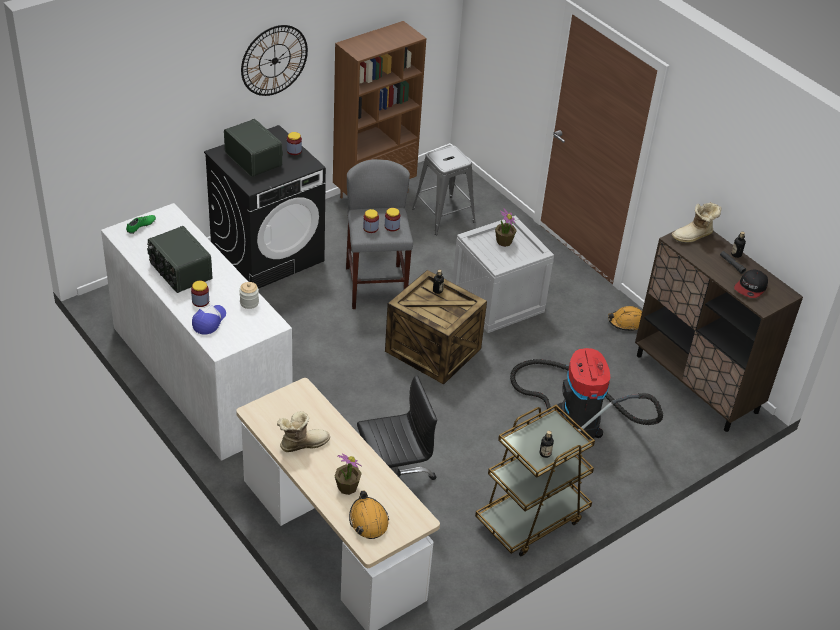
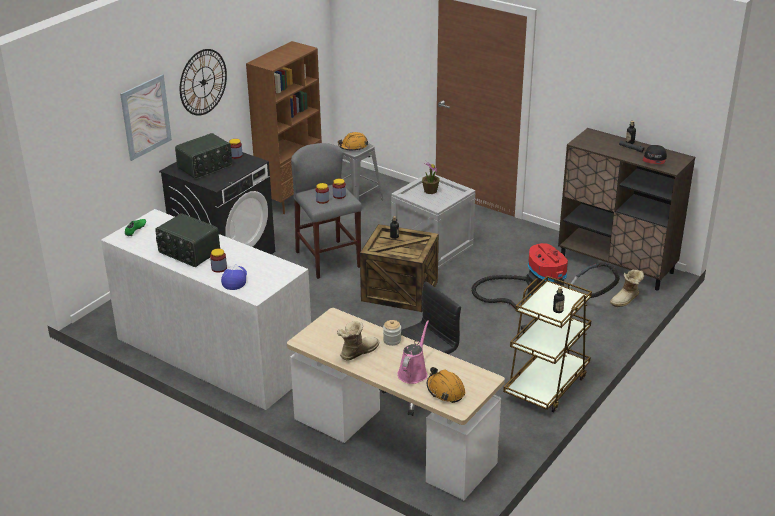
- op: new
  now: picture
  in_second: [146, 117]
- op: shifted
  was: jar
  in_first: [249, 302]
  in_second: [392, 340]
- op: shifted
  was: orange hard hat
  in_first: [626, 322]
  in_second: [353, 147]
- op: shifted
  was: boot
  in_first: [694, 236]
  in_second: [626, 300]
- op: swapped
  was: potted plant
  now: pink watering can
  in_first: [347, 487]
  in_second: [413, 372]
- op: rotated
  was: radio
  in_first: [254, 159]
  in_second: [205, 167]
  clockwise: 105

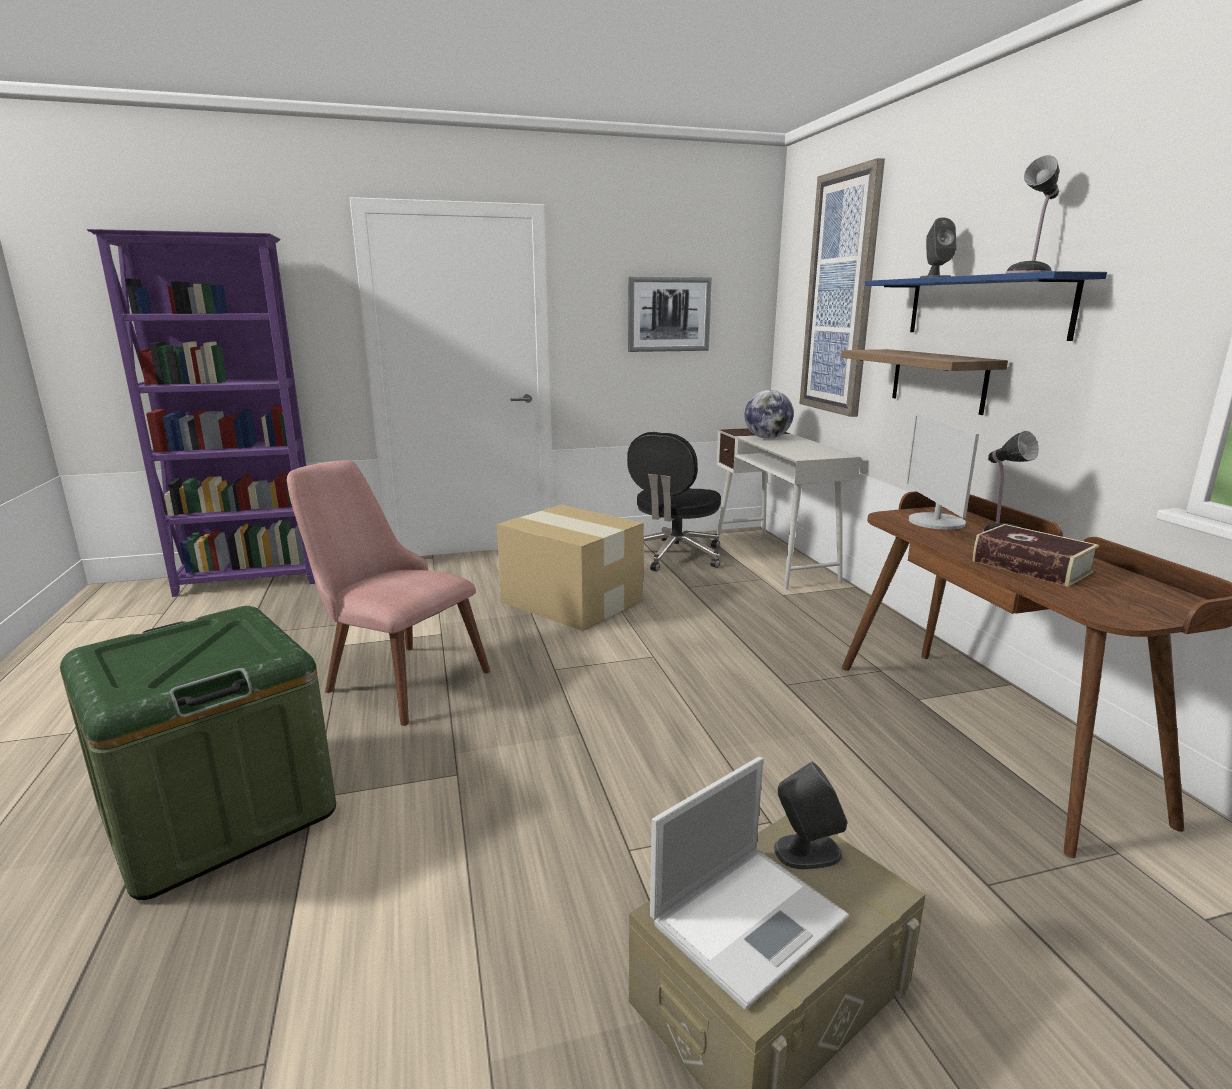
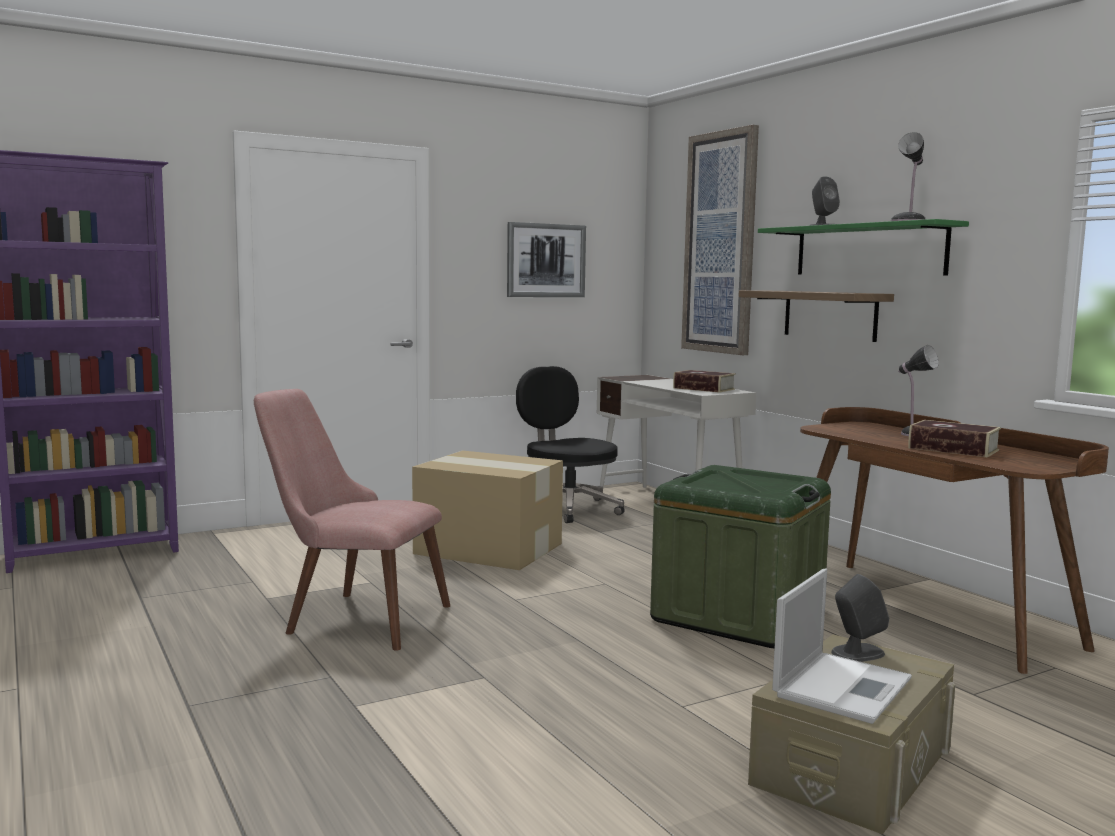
- op: gone
  was: globe
  in_first: [767, 438]
- op: gone
  was: monitor
  in_first: [935, 522]
- op: new
  now: book
  in_second: [704, 389]
- op: shifted
  was: green storage box
  in_first: [219, 811]
  in_second: [738, 615]
- op: repainted
  was: blue shelf
  now: green shelf
  in_first: [985, 307]
  in_second: [868, 250]
- op: rotated
  was: black office chair
  in_first: [674, 556]
  in_second: [567, 508]
  clockwise: 135

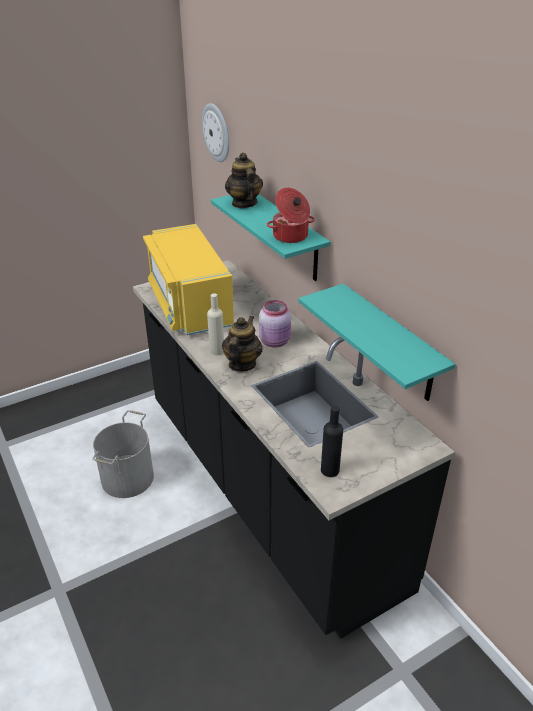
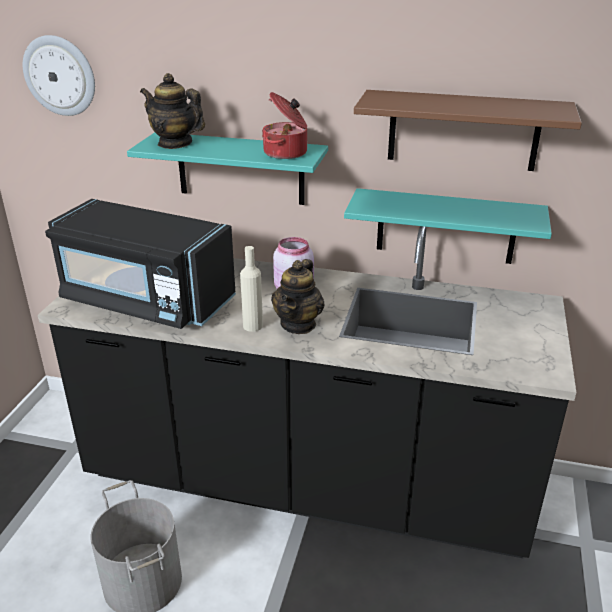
- op: gone
  was: black bottle
  in_first: [330, 470]
- op: new
  now: brown shelf
  in_second: [463, 130]
- op: repainted
  was: yellow microwave
  now: black microwave
  in_first: [189, 304]
  in_second: [145, 300]
- op: rotated
  was: teapot
  in_first: [241, 364]
  in_second: [298, 324]
  clockwise: -135

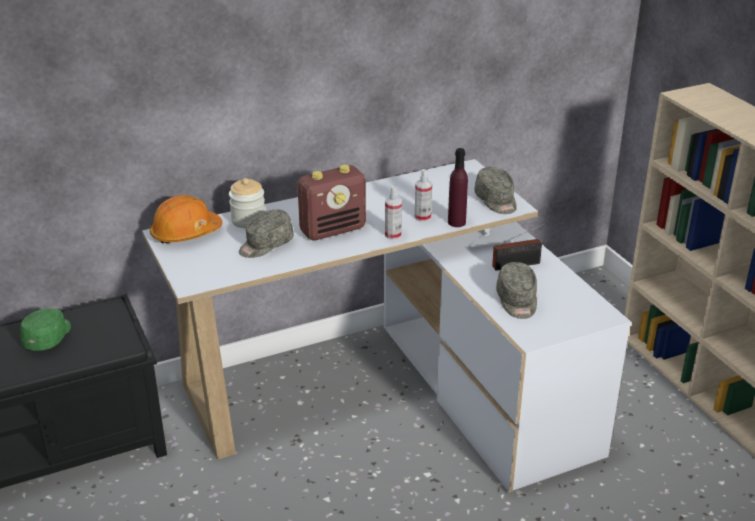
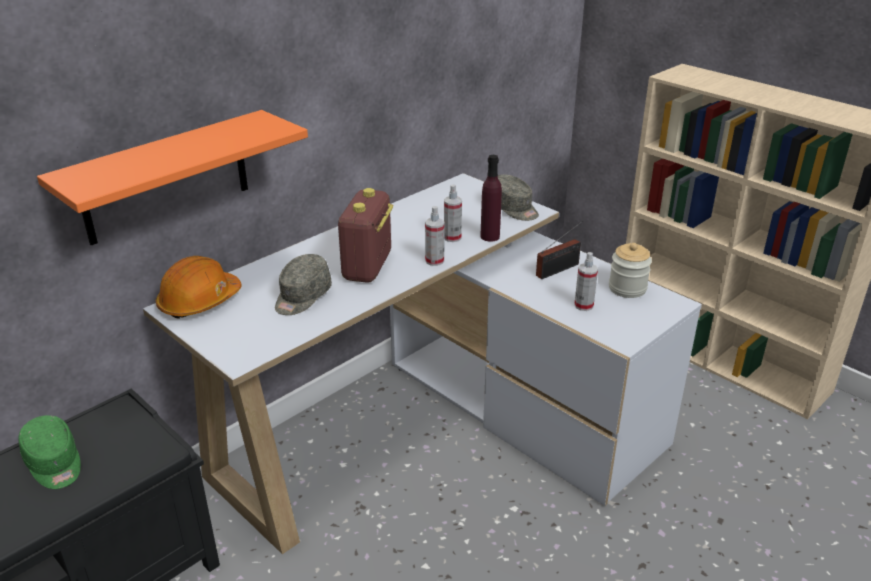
- op: new
  now: orange shelf
  in_second: [166, 178]
- op: shifted
  was: jar
  in_first: [248, 220]
  in_second: [627, 288]
- op: swapped
  was: grey cap
  now: spray bottle
  in_first: [517, 301]
  in_second: [583, 305]
- op: rotated
  was: green cap
  in_first: [49, 337]
  in_second: [54, 464]
  clockwise: 150
- op: rotated
  was: radio
  in_first: [333, 230]
  in_second: [367, 267]
  clockwise: 150

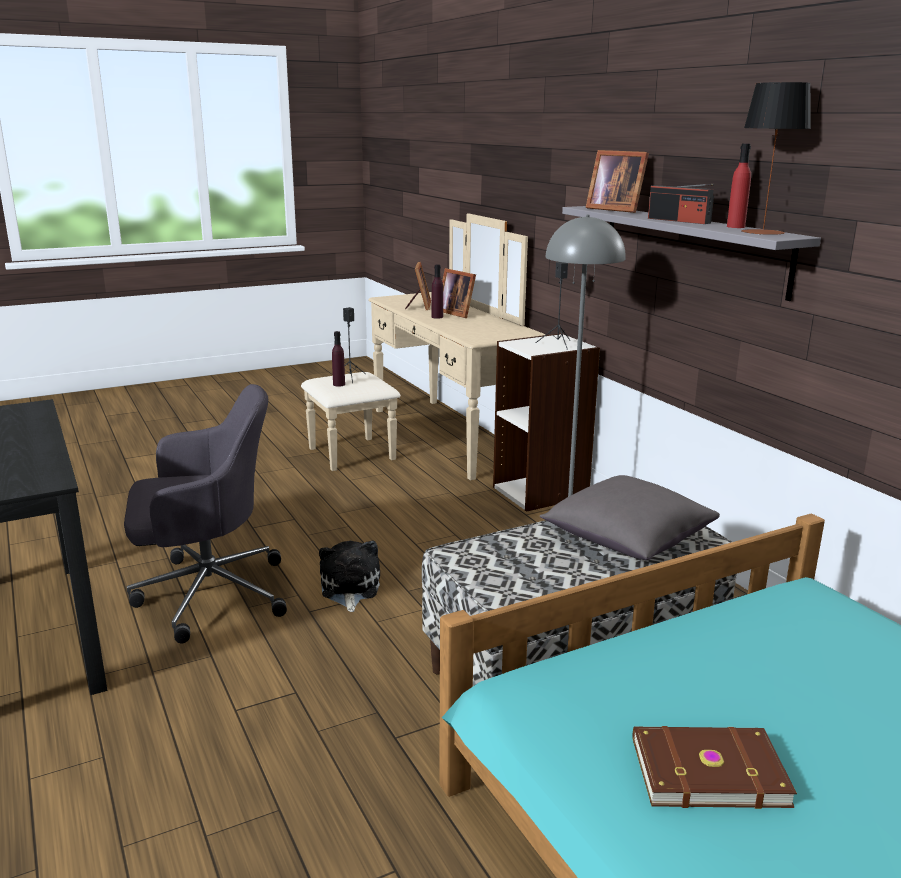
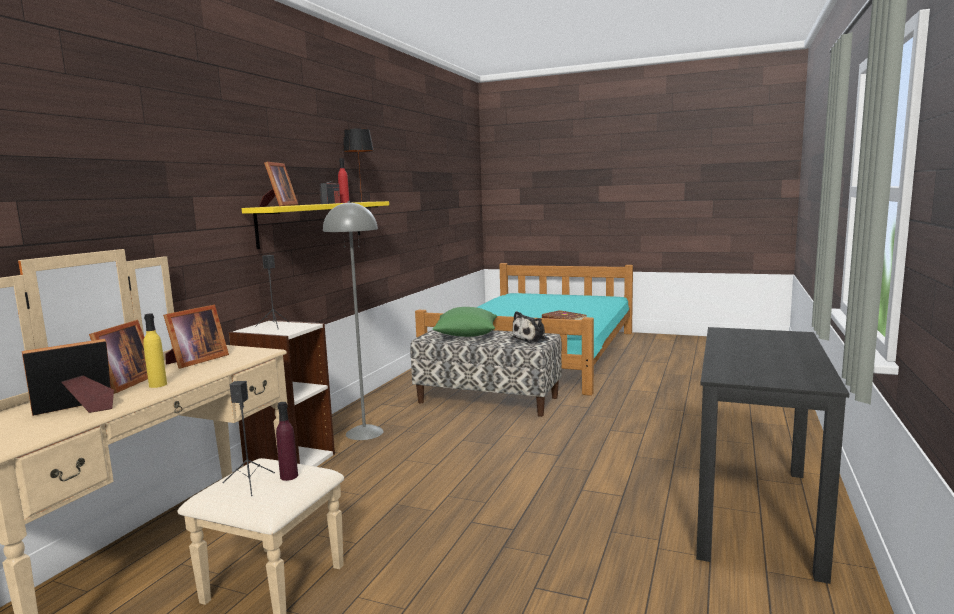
- op: gone
  was: grey office chair
  in_first: [208, 594]
- op: new
  now: picture frame
  in_second: [195, 361]
- op: shifted
  was: plush toy
  in_first: [349, 589]
  in_second: [532, 339]
- op: repainted
  was: purple bottle
  now: yellow bottle
  in_first: [437, 317]
  in_second: [158, 385]
- op: repainted
  was: grey pillow
  now: green pillow
  in_first: [626, 540]
  in_second: [466, 335]
- op: repainted
  was: grey shelf
  now: yellow shelf
  in_first: [691, 248]
  in_second: [312, 223]

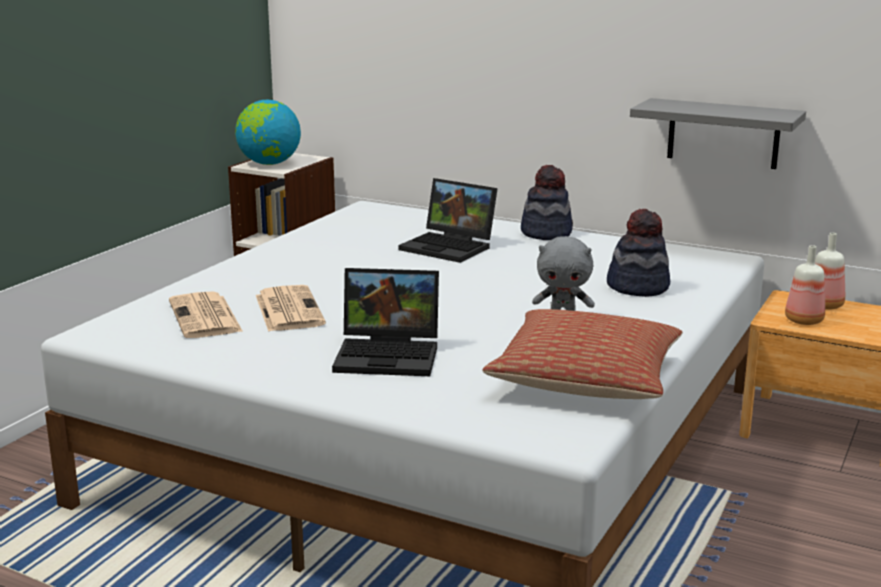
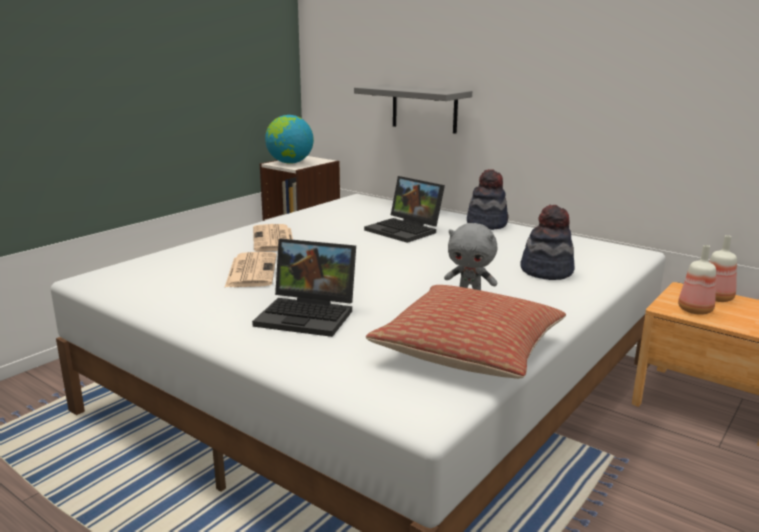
- op: shifted
  was: newspaper
  in_first: [206, 317]
  in_second: [274, 239]
- op: shifted
  was: grey shelf
  in_first: [723, 133]
  in_second: [424, 108]

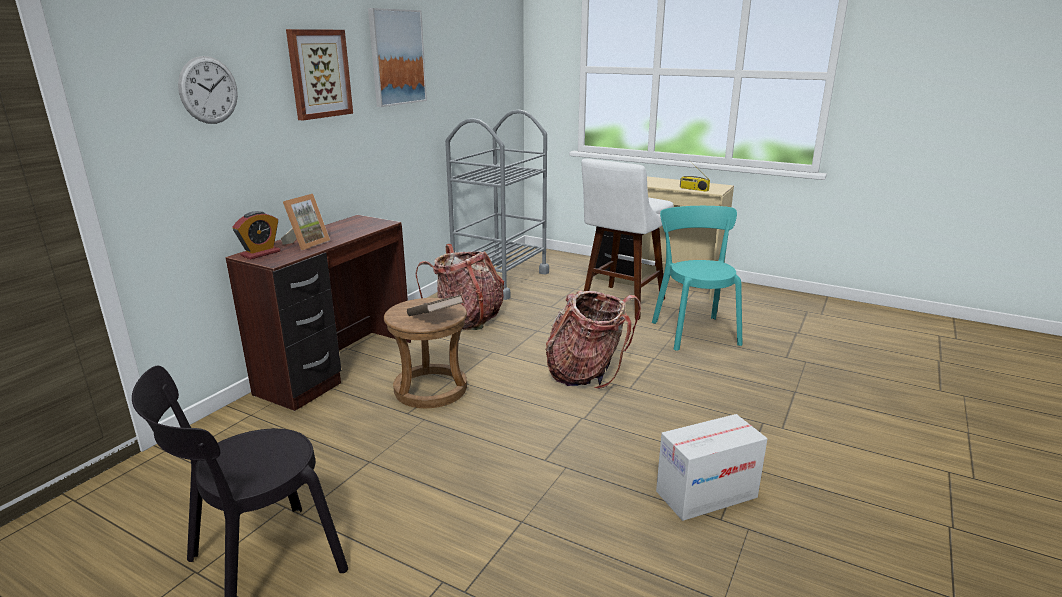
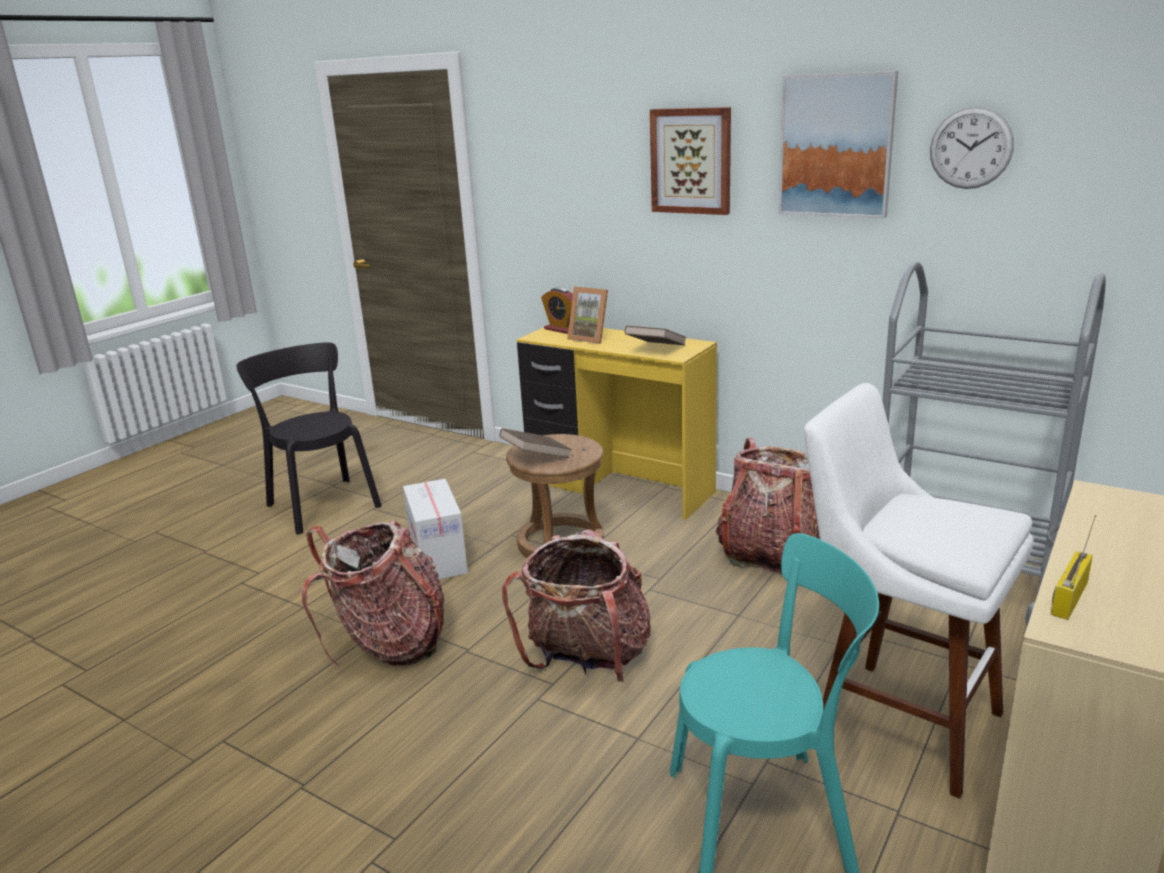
- op: new
  now: backpack
  in_second: [390, 644]
- op: new
  now: brown book
  in_second: [656, 350]
- op: shifted
  was: wall clock
  in_first: [208, 90]
  in_second: [971, 148]
- op: shifted
  was: cardboard box
  in_first: [706, 494]
  in_second: [438, 558]
- op: repainted
  was: brown desk
  now: yellow desk
  in_first: [339, 367]
  in_second: [619, 488]

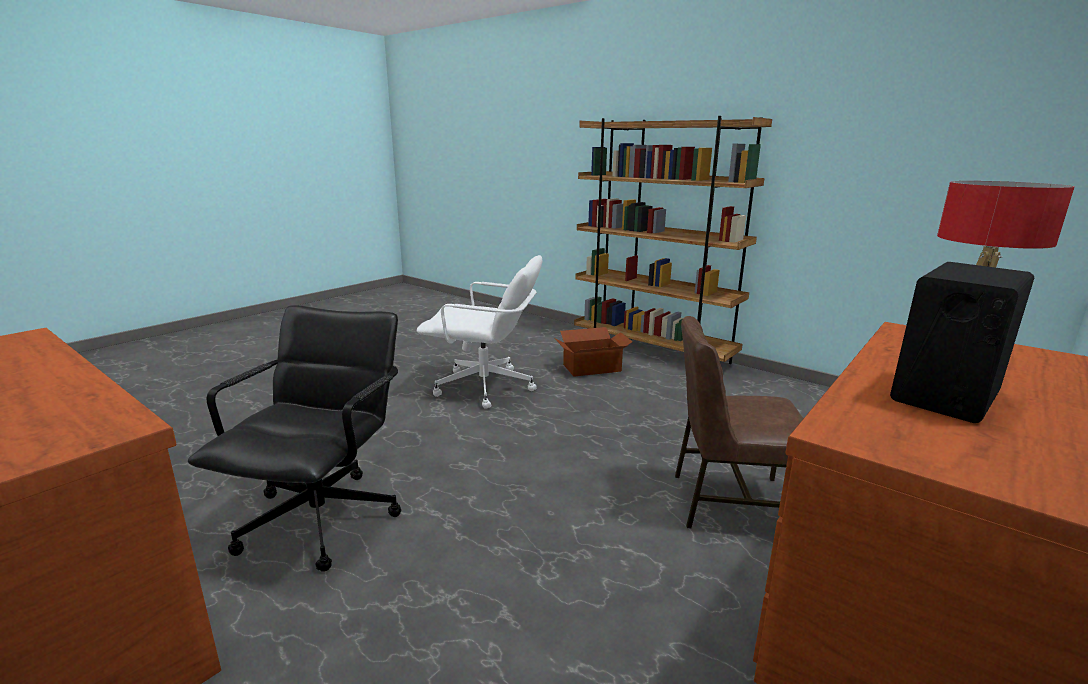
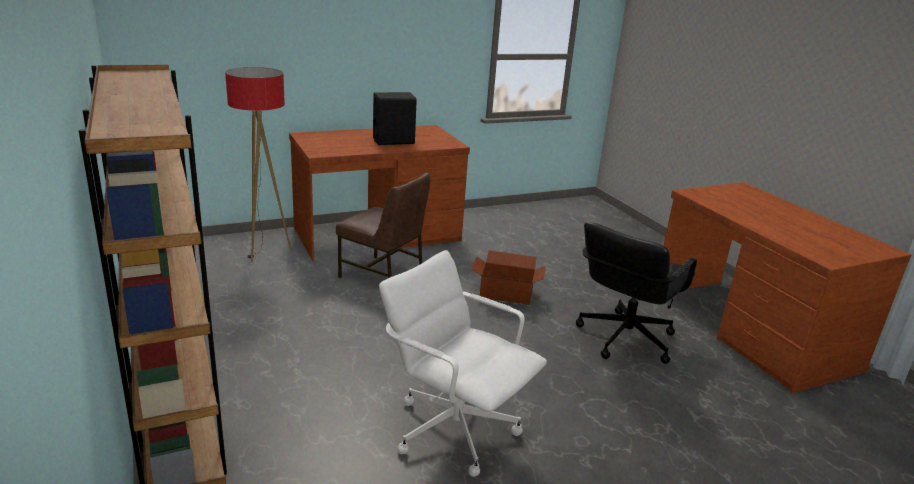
- op: shifted
  was: cardboard box
  in_first: [592, 368]
  in_second: [505, 293]

